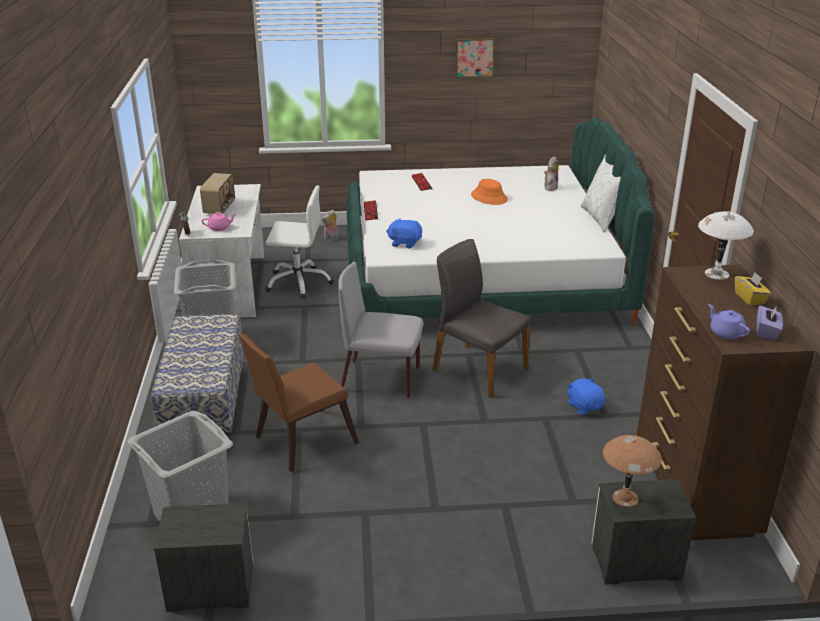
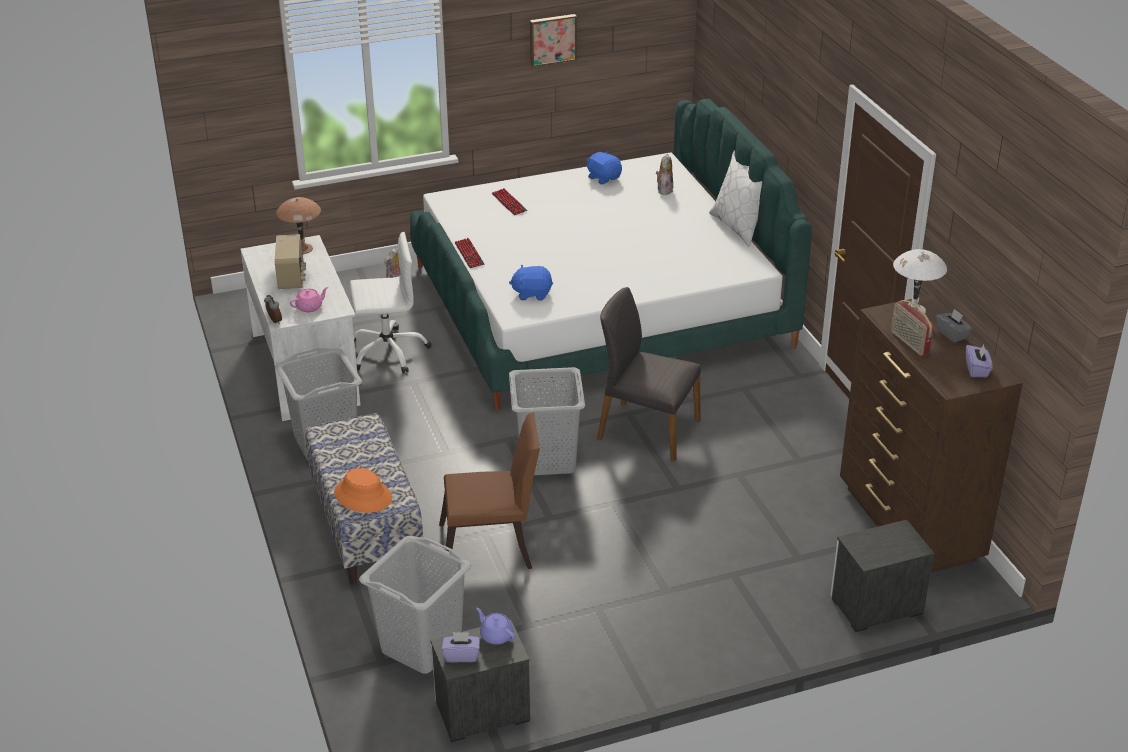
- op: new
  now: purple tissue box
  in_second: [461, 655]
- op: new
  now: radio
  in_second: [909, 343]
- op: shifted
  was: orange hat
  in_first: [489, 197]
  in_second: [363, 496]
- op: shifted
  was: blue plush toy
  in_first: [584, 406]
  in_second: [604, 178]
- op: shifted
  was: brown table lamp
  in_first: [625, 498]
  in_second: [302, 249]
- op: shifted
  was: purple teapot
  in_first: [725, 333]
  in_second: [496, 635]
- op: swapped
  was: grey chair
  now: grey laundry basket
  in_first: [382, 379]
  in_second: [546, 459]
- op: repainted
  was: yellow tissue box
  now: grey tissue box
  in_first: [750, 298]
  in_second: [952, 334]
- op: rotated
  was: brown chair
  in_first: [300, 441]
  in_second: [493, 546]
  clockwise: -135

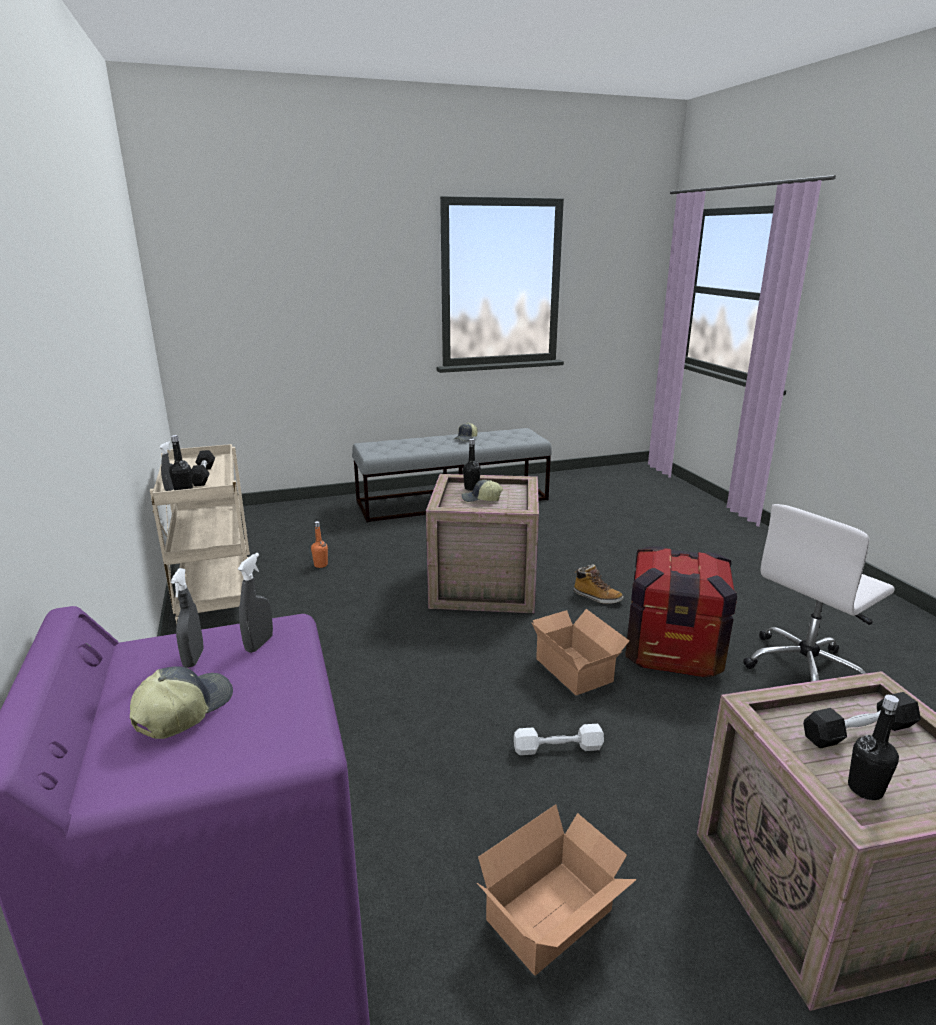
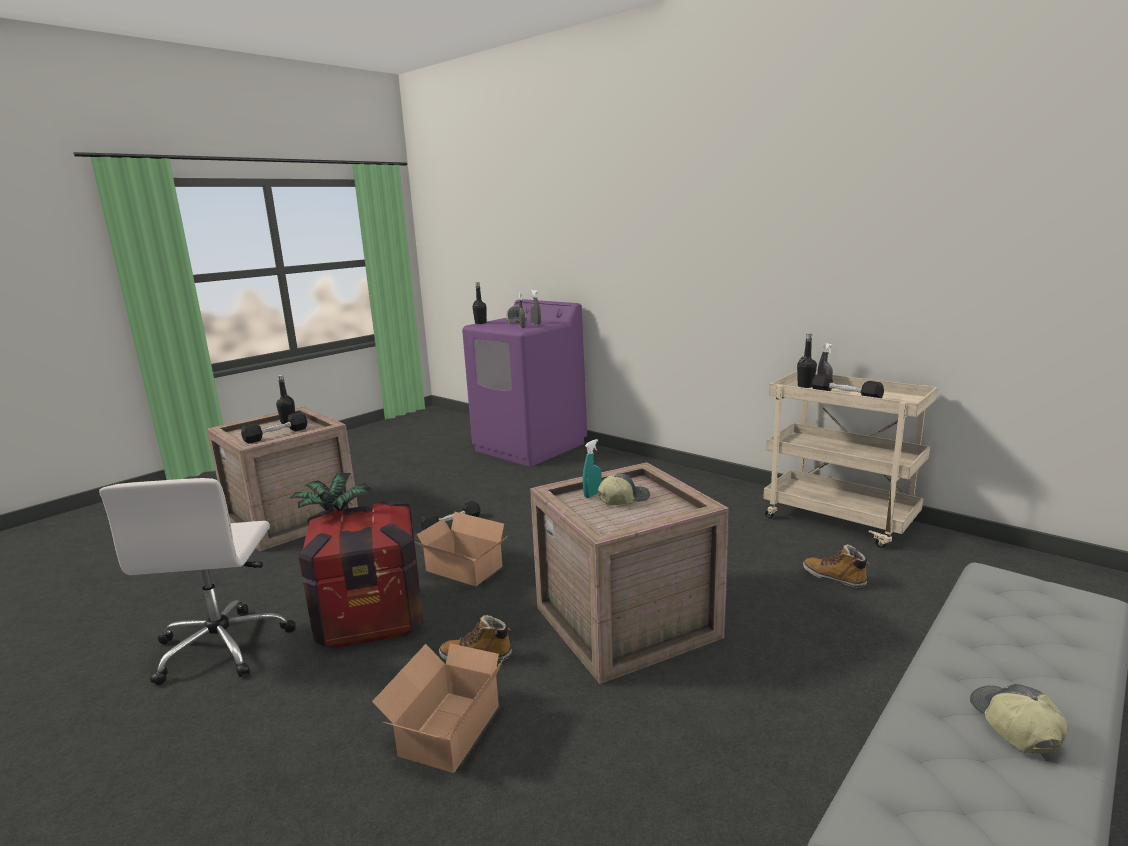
- op: new
  now: potted plant
  in_second: [333, 511]
- op: new
  now: turquoise spray bottle
  in_second: [592, 494]
- op: shifted
  was: black bottle
  in_first: [471, 488]
  in_second: [480, 323]
- op: shifted
  was: cardboard box
  in_first: [554, 917]
  in_second: [445, 731]
- op: swapped
  was: orange bottle
  now: boot
  in_first: [321, 565]
  in_second: [834, 578]
- op: repainted
  was: white dumbbell
  now: black dumbbell
  in_first: [558, 748]
  in_second: [451, 524]
- op: rotated
  was: white office chair
  in_first: [805, 668]
  in_second: [223, 645]
  clockwise: 150

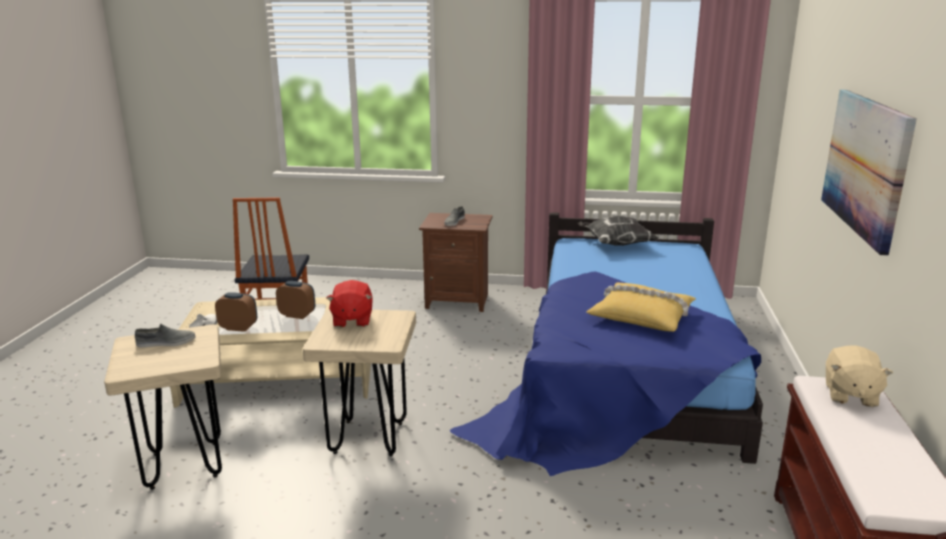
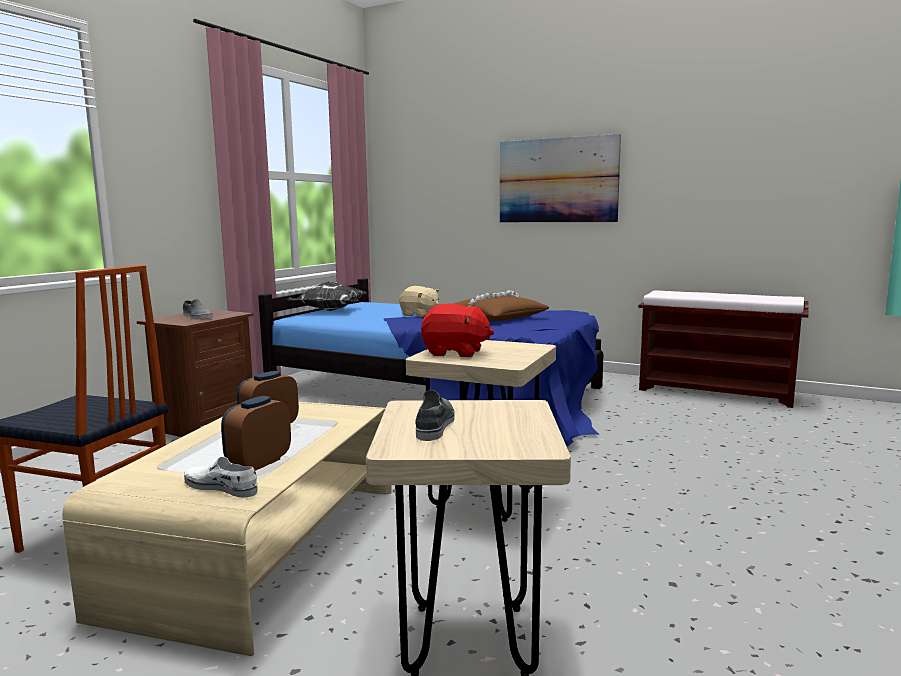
- op: shifted
  was: beige plush toy
  in_first: [850, 395]
  in_second: [420, 315]
- op: repainted
  was: yellow pillow
  now: brown pillow
  in_first: [642, 316]
  in_second: [495, 318]

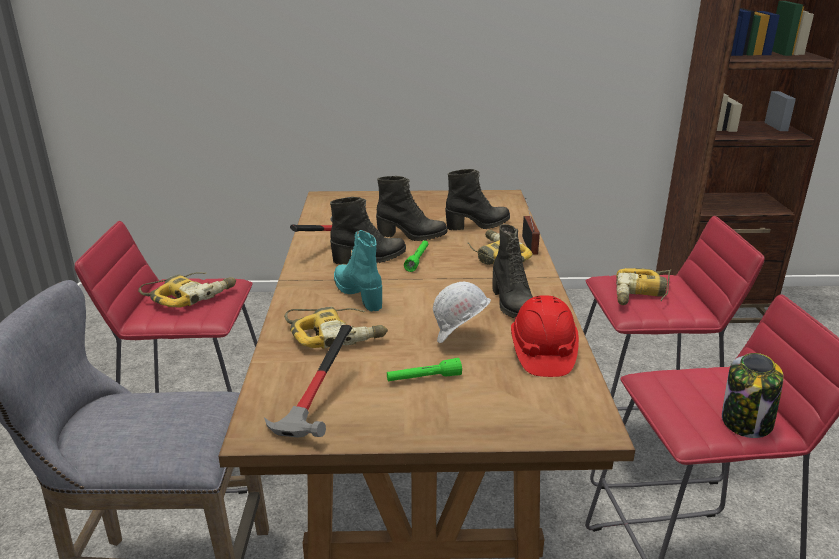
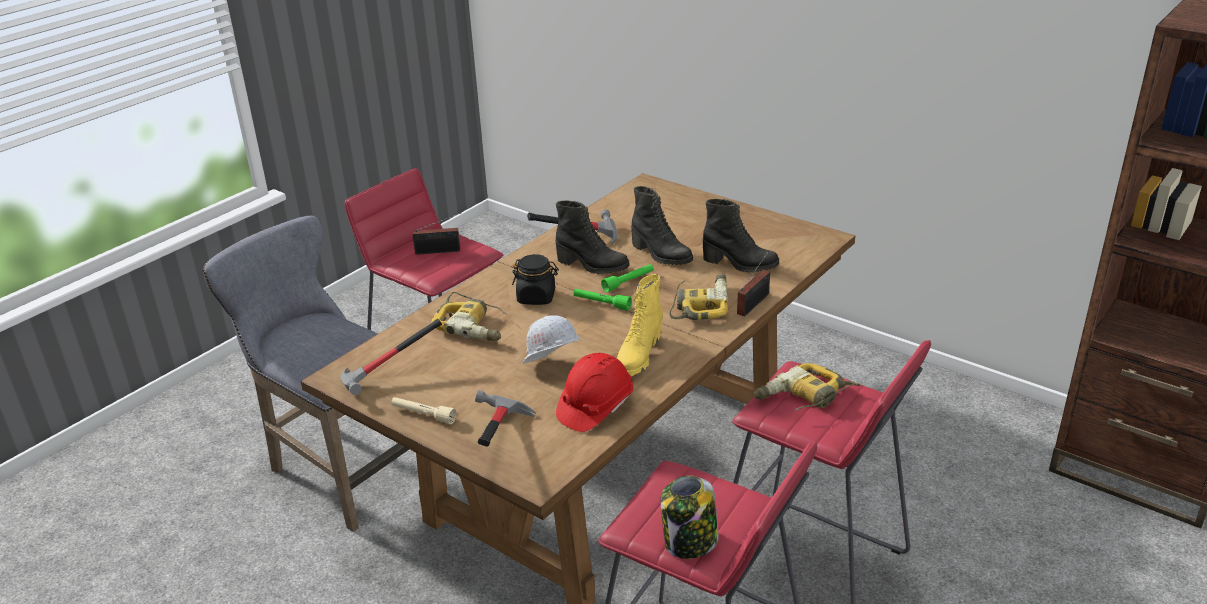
- op: new
  now: beige flashlight
  in_second: [423, 415]
- op: new
  now: hammer
  in_second: [495, 437]
- op: shifted
  was: green flashlight
  in_first: [423, 378]
  in_second: [602, 303]
- op: swapped
  was: power drill
  now: radio
  in_first: [190, 295]
  in_second: [440, 251]
- op: swapped
  was: turquoise boot
  now: black jar
  in_first: [359, 294]
  in_second: [536, 297]
- op: repainted
  was: black boot
  now: yellow boot
  in_first: [512, 305]
  in_second: [639, 356]

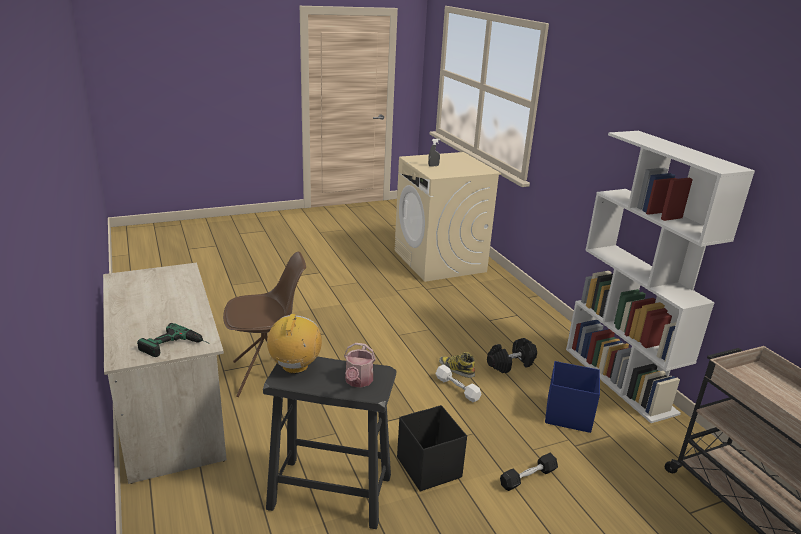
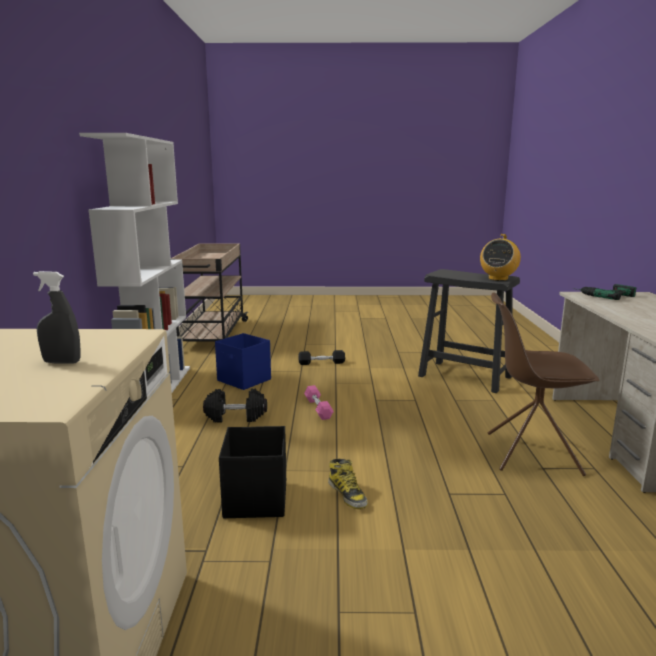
- op: gone
  was: watering can
  in_first: [358, 381]
- op: shifted
  was: black storage box
  in_first: [429, 467]
  in_second: [255, 500]
- op: shifted
  was: boot
  in_first: [456, 369]
  in_second: [347, 494]
- op: repainted
  was: white dumbbell
  now: pink dumbbell
  in_first: [457, 388]
  in_second: [318, 408]

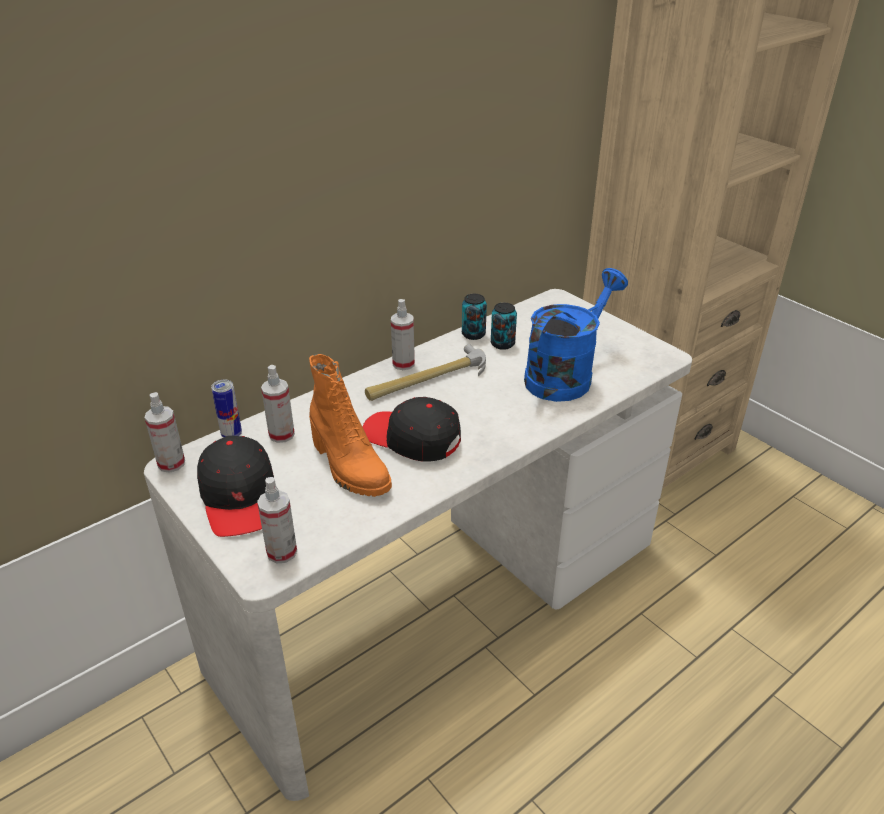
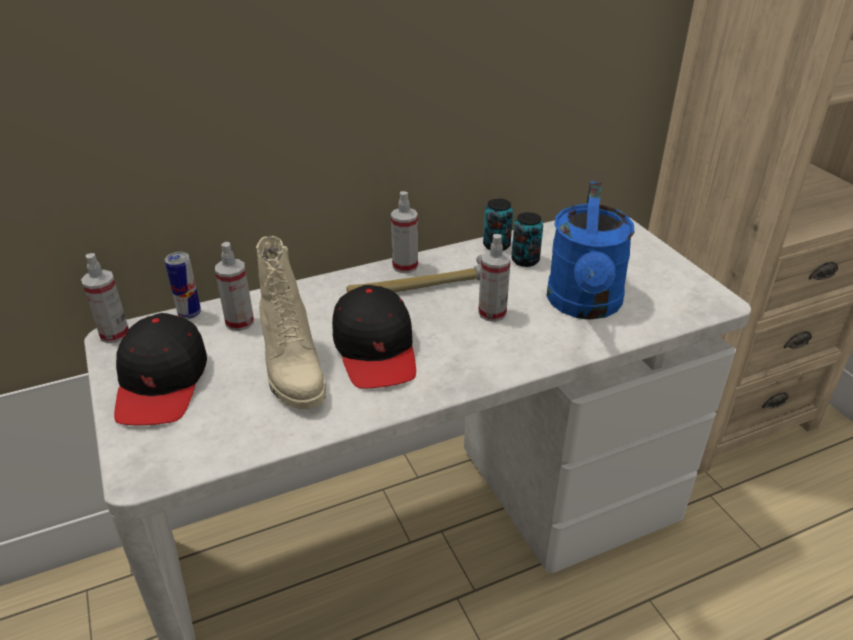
- op: shifted
  was: spray bottle
  in_first: [282, 552]
  in_second: [492, 313]
- op: repainted
  was: orange boot
  now: beige boot
  in_first: [348, 467]
  in_second: [291, 371]
- op: rotated
  was: black cap
  in_first: [412, 438]
  in_second: [376, 350]
  clockwise: -150
- op: rotated
  was: blue watering can
  in_first: [565, 375]
  in_second: [584, 306]
  clockwise: 135

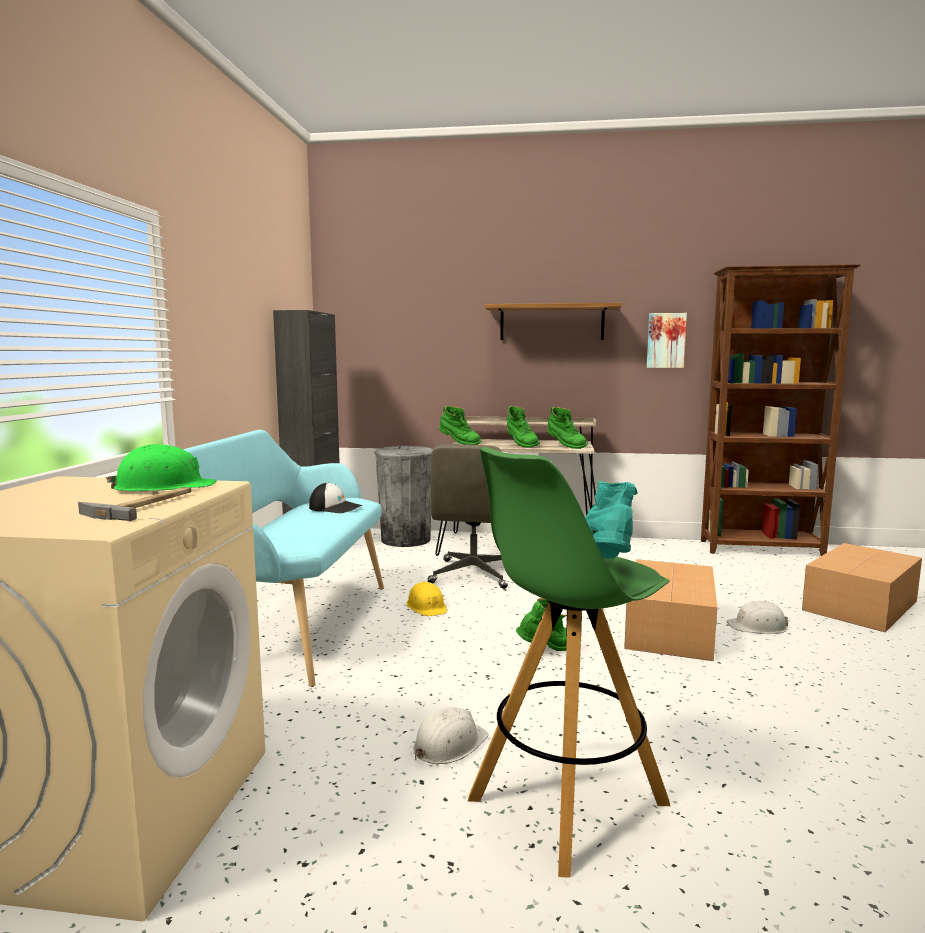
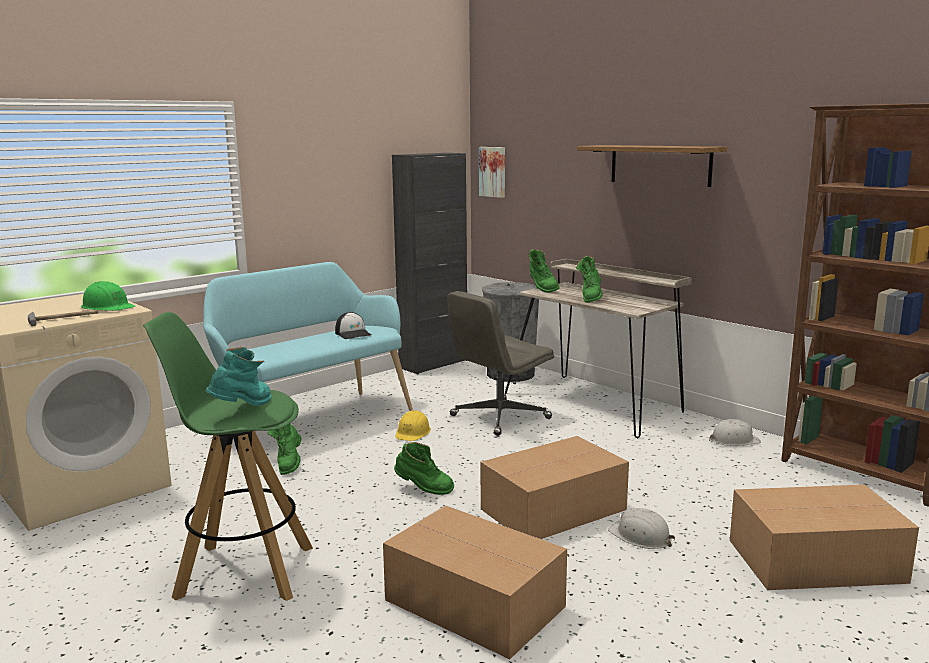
- op: new
  now: cardboard box
  in_second: [476, 604]
- op: shifted
  was: white hard hat
  in_first: [449, 744]
  in_second: [734, 440]
- op: shifted
  was: green boot
  in_first: [565, 446]
  in_second: [289, 464]
- op: shifted
  was: picture
  in_first: [666, 340]
  in_second: [493, 171]

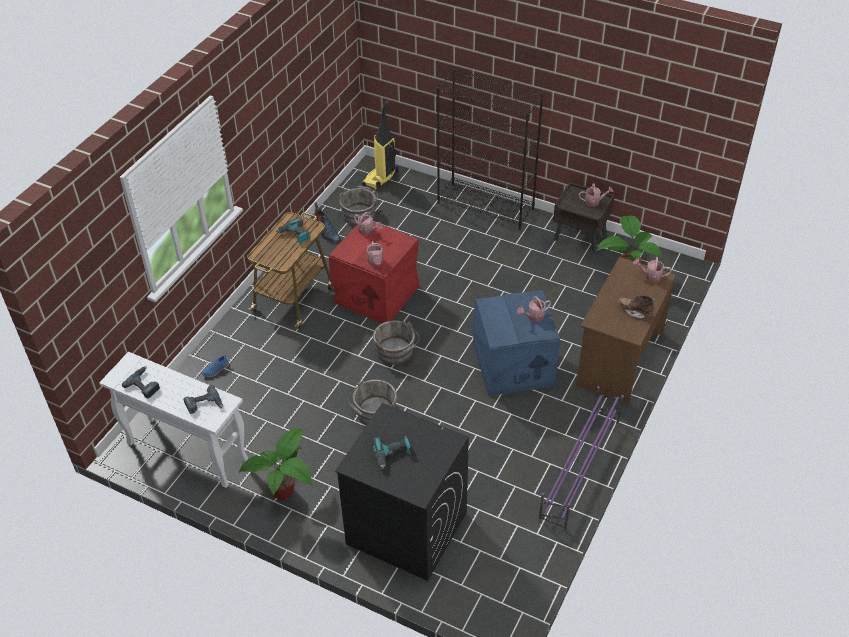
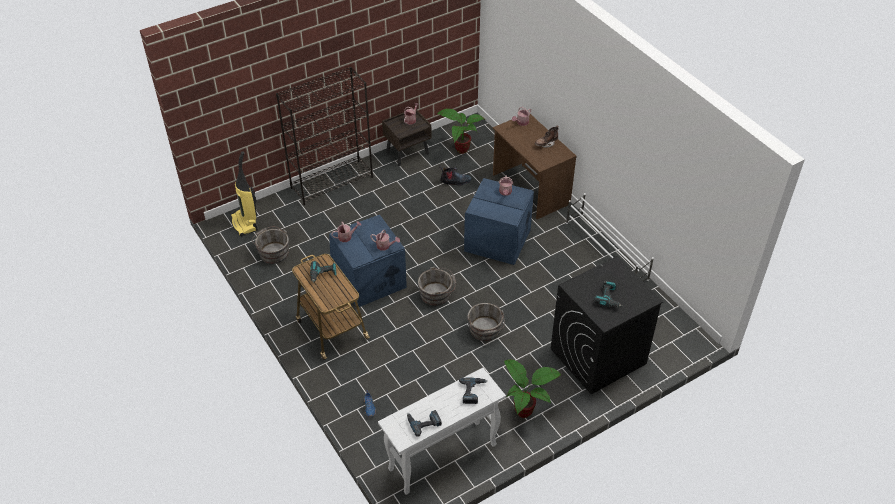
- op: shifted
  was: boot
  in_first: [326, 232]
  in_second: [455, 181]
- op: repainted
  was: red storage box
  now: blue storage box
  in_first: [375, 294]
  in_second: [369, 280]
- op: repainted
  was: purple shoe rack
  now: white shoe rack
  in_first: [579, 470]
  in_second: [606, 251]

